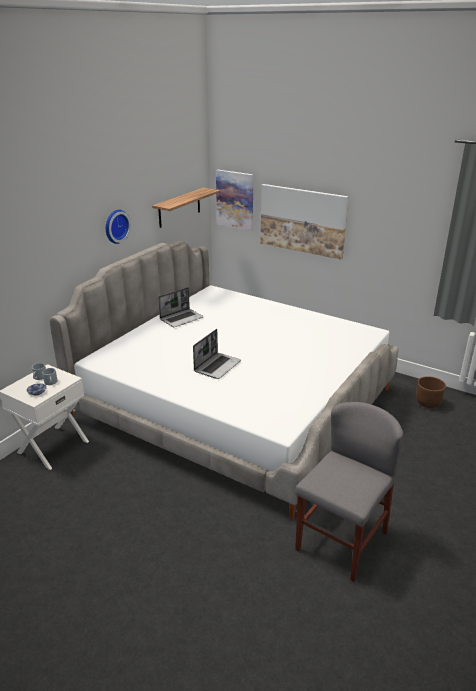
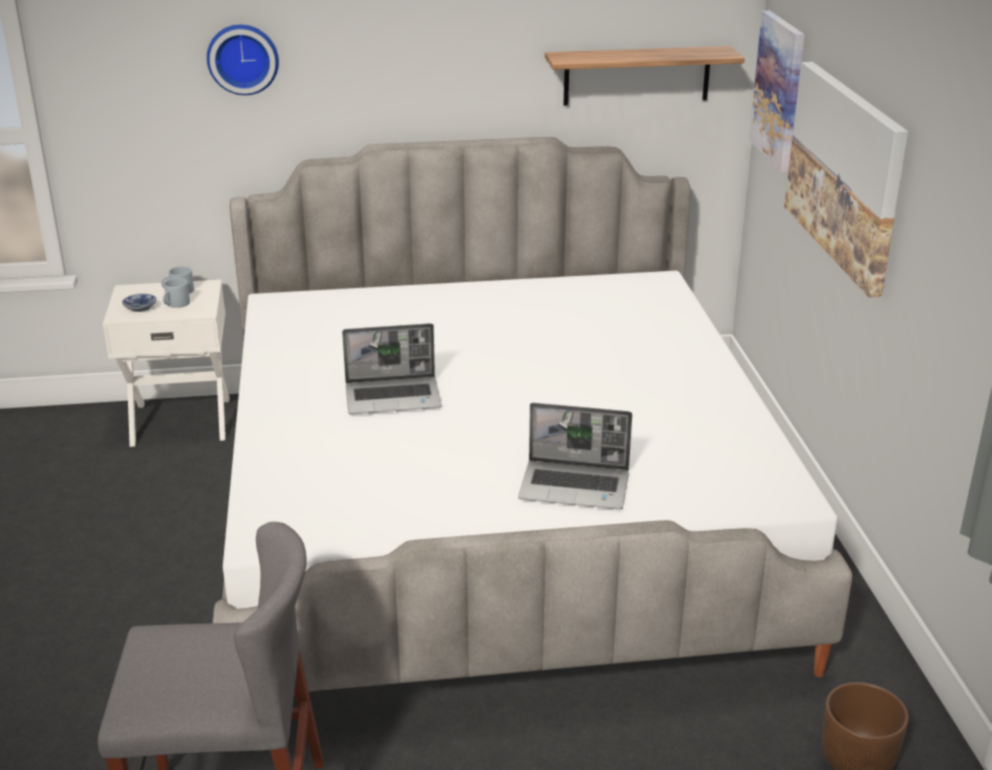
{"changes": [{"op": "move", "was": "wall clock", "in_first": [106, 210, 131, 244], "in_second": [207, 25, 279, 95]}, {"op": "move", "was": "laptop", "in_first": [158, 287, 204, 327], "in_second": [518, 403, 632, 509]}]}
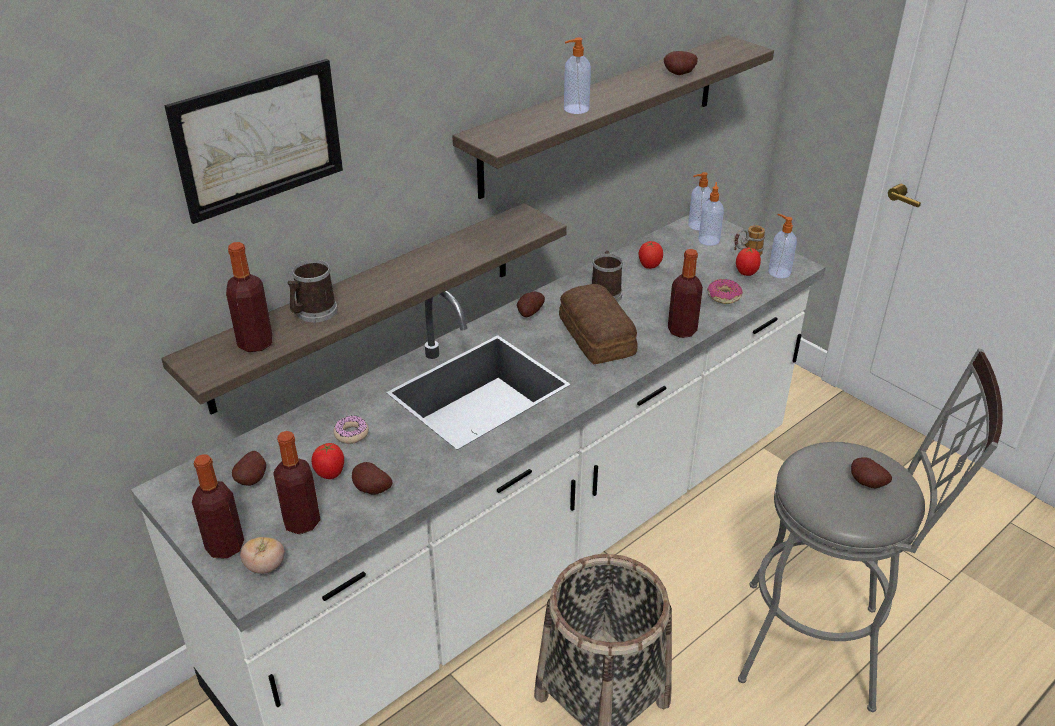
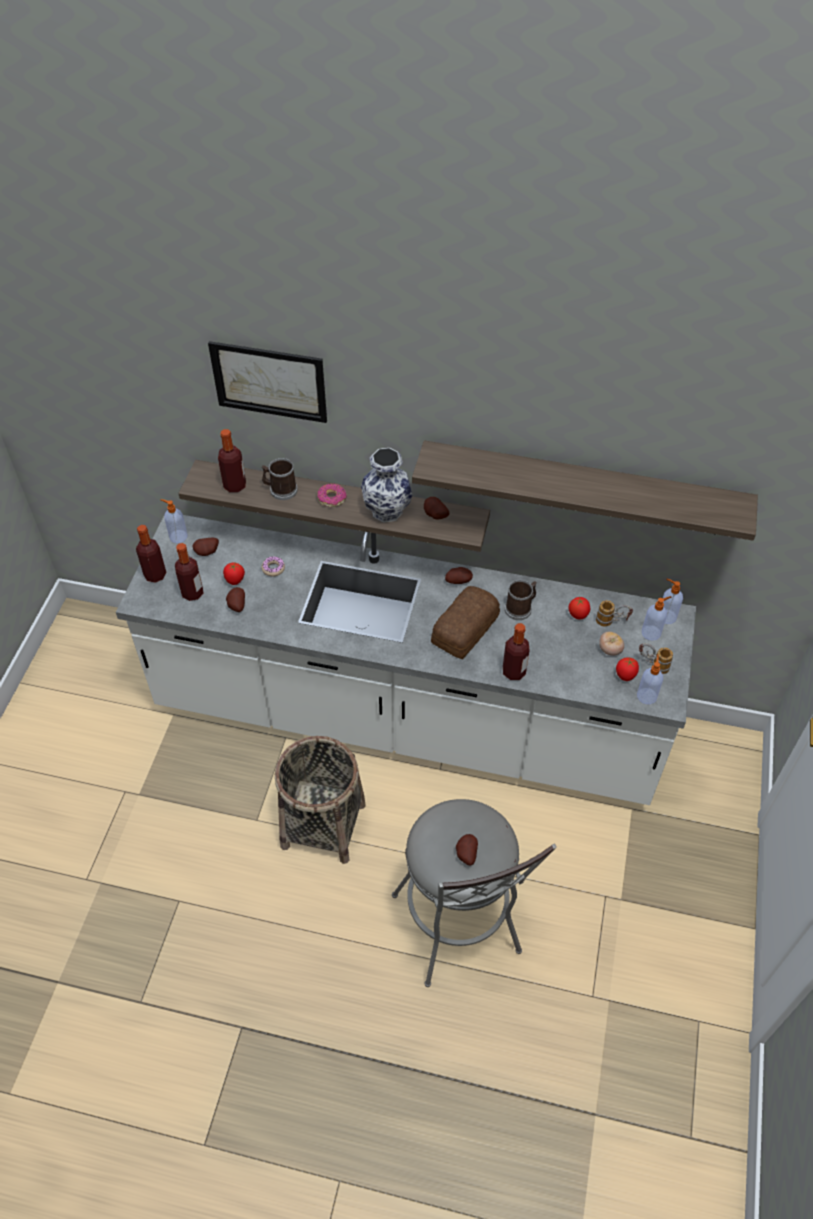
{"changes": [{"op": "move", "was": "fresh tomato", "in_first": [240, 537, 285, 574], "in_second": [599, 632, 624, 656]}, {"op": "move", "was": "soap bottle", "in_first": [564, 37, 591, 114], "in_second": [160, 499, 187, 543]}, {"op": "move", "was": "potato", "in_first": [664, 51, 698, 75], "in_second": [424, 497, 449, 520]}, {"op": "move", "was": "doughnut", "in_first": [707, 279, 743, 304], "in_second": [317, 483, 346, 507]}, {"op": "insert", "now": "flower vase", "in_second": [361, 448, 413, 522]}, {"op": "insert", "now": "mug", "in_second": [596, 600, 633, 627]}]}
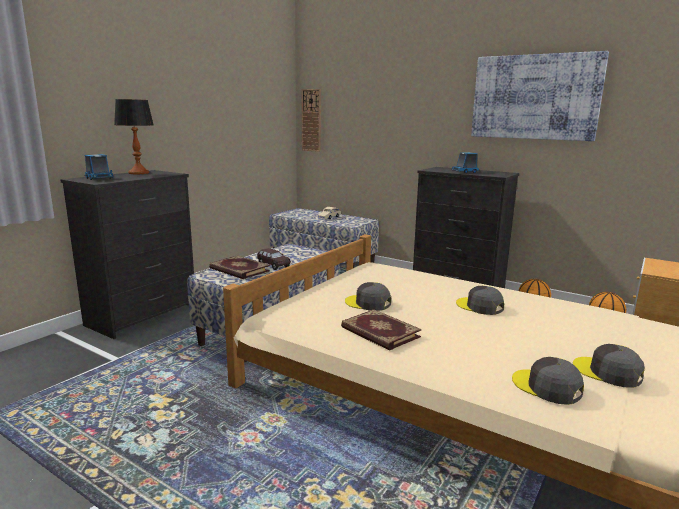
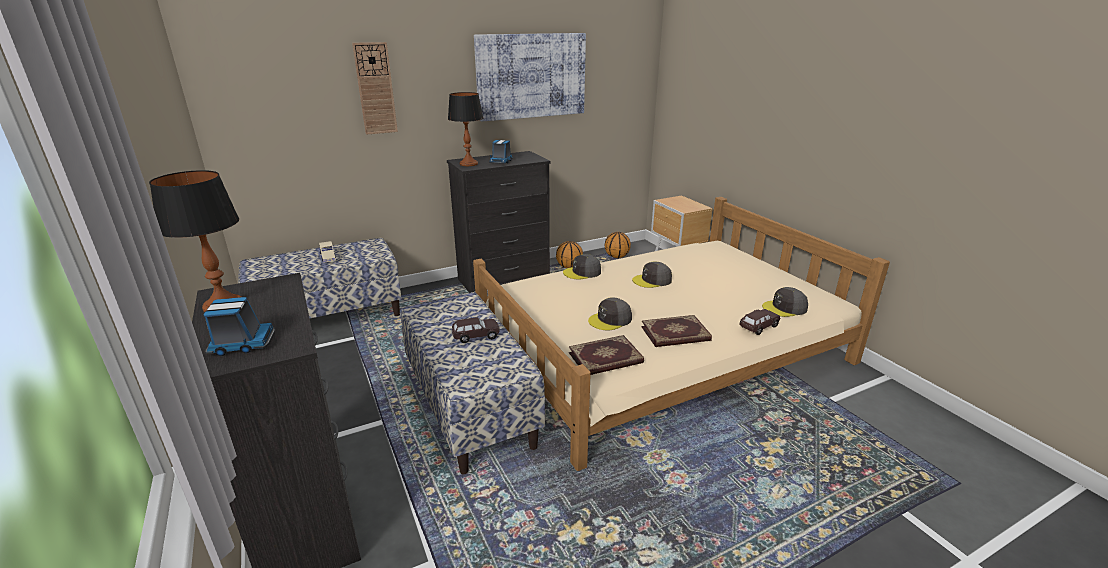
{"changes": [{"op": "move", "was": "volume", "in_first": [209, 255, 270, 279], "in_second": [569, 335, 644, 375]}, {"op": "move", "was": "wall clock", "in_first": [302, 89, 321, 152], "in_second": [352, 42, 398, 135]}, {"op": "move", "was": "cap in gray", "in_first": [573, 344, 645, 388], "in_second": [563, 254, 601, 280]}, {"op": "insert", "now": "tabletop lamp", "in_second": [448, 92, 483, 166]}, {"op": "insert", "now": "miniature car in brownish", "in_second": [739, 309, 780, 335]}]}
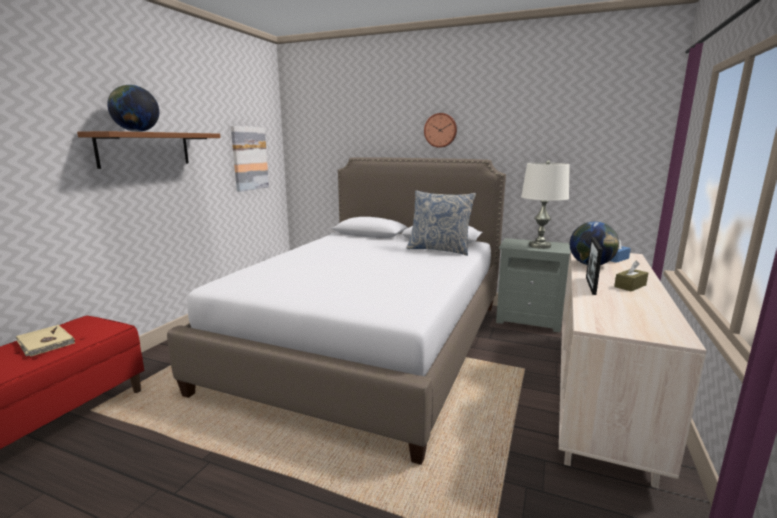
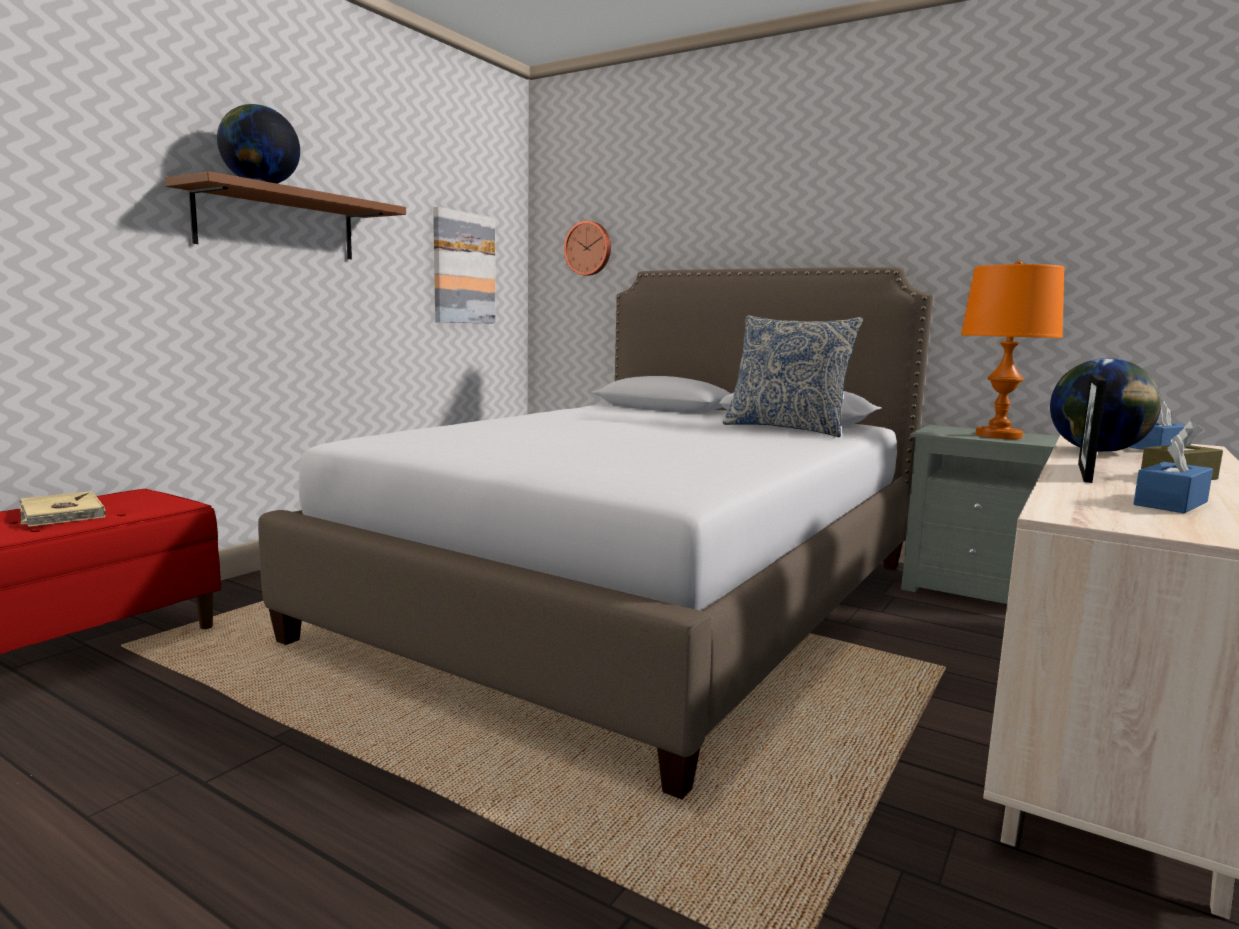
{"changes": [{"op": "move", "was": "wall clock", "in_first": [424, 113, 457, 148], "in_second": [564, 221, 611, 276]}, {"op": "recolor", "was": "tabletop lamp in white", "now": "tabletop lamp in orange-coloured", "in_first": [521, 160, 570, 249], "in_second": [961, 261, 1064, 439]}, {"op": "insert", "now": "tissue box in bluish", "in_second": [1133, 435, 1213, 513]}]}
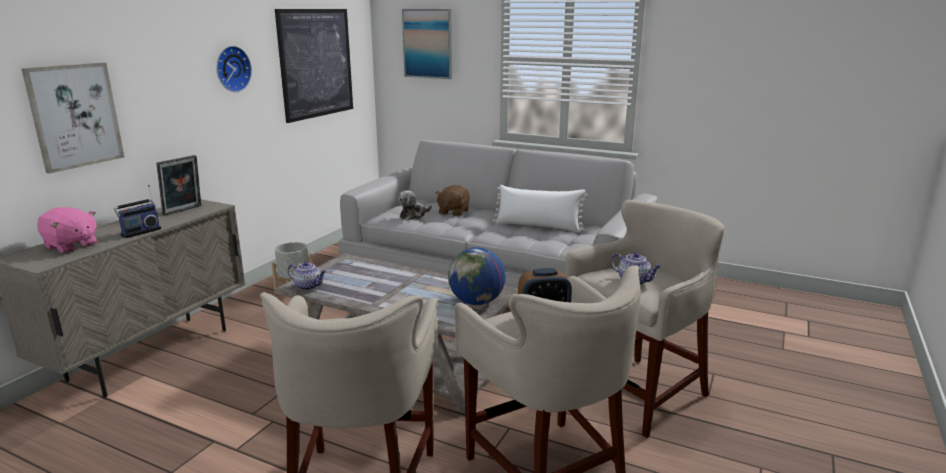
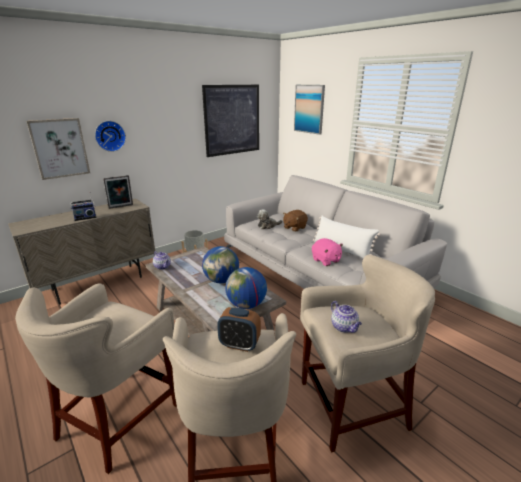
{"changes": [{"op": "move", "was": "soft toy in pink", "in_first": [37, 207, 97, 253], "in_second": [312, 238, 343, 266]}, {"op": "move", "was": "wall clock", "in_first": [217, 46, 252, 92], "in_second": [95, 121, 126, 152]}, {"op": "insert", "now": "world globe", "in_second": [202, 246, 239, 283]}]}
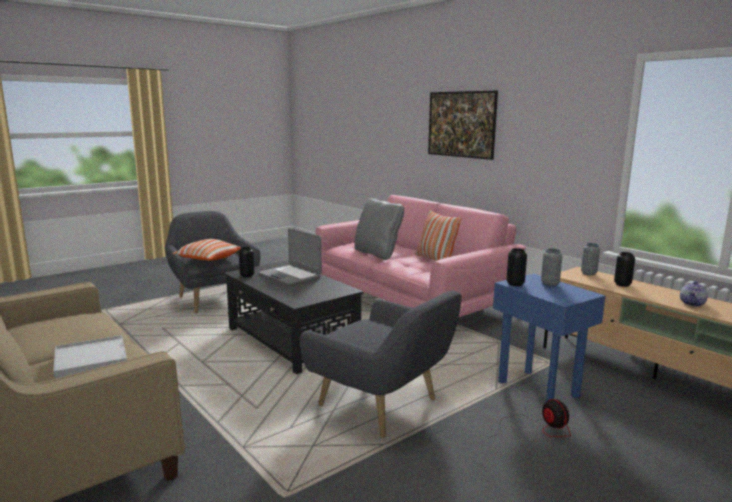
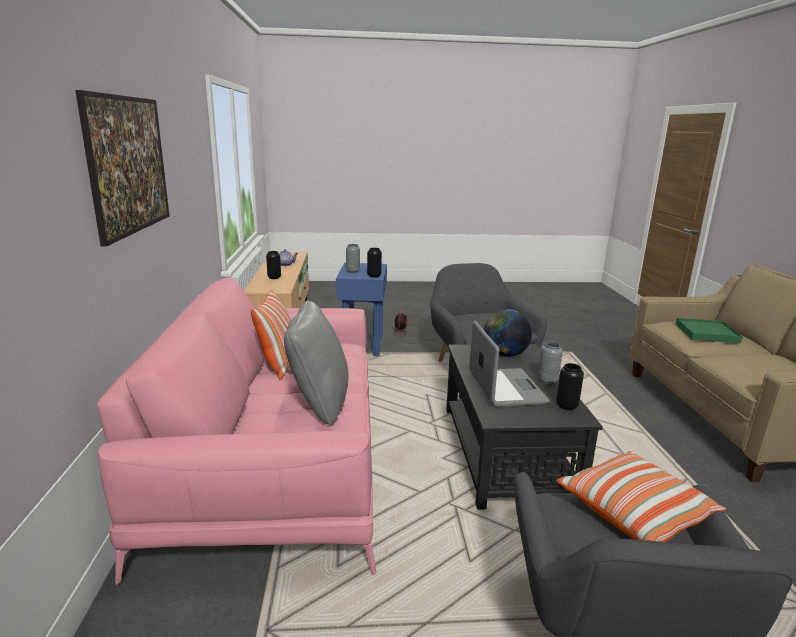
{"changes": [{"op": "recolor", "was": "tray in white", "now": "tray in greenish", "in_first": [53, 335, 127, 379], "in_second": [676, 318, 743, 343]}, {"op": "move", "was": "flower vase in gray", "in_first": [581, 243, 600, 275], "in_second": [538, 342, 563, 384]}, {"op": "insert", "now": "world globe", "in_second": [484, 309, 532, 357]}]}
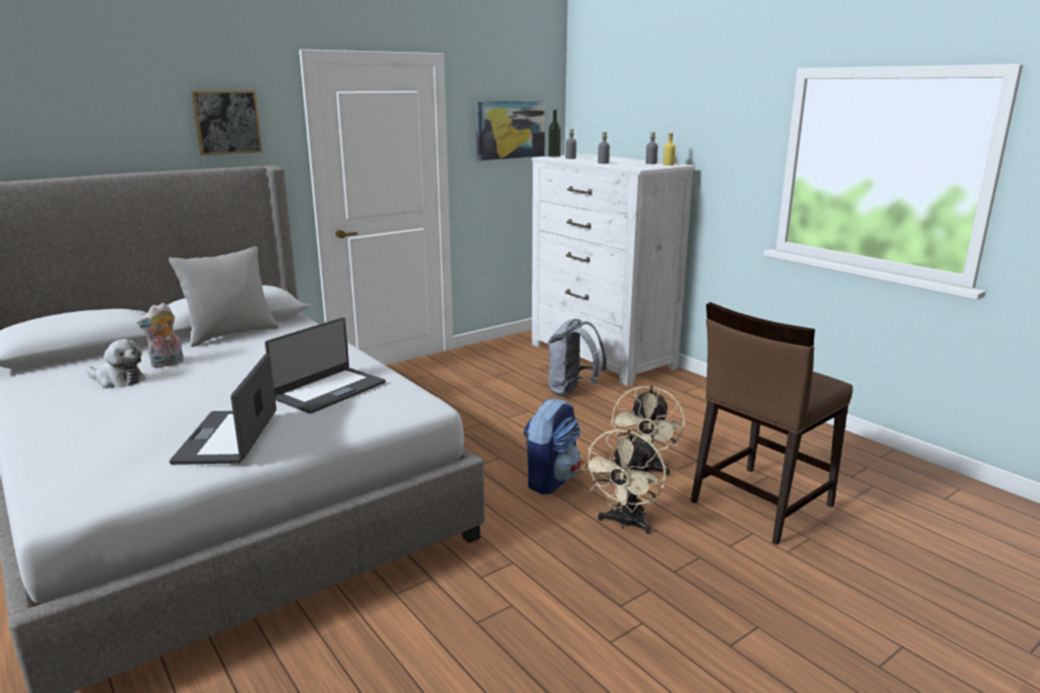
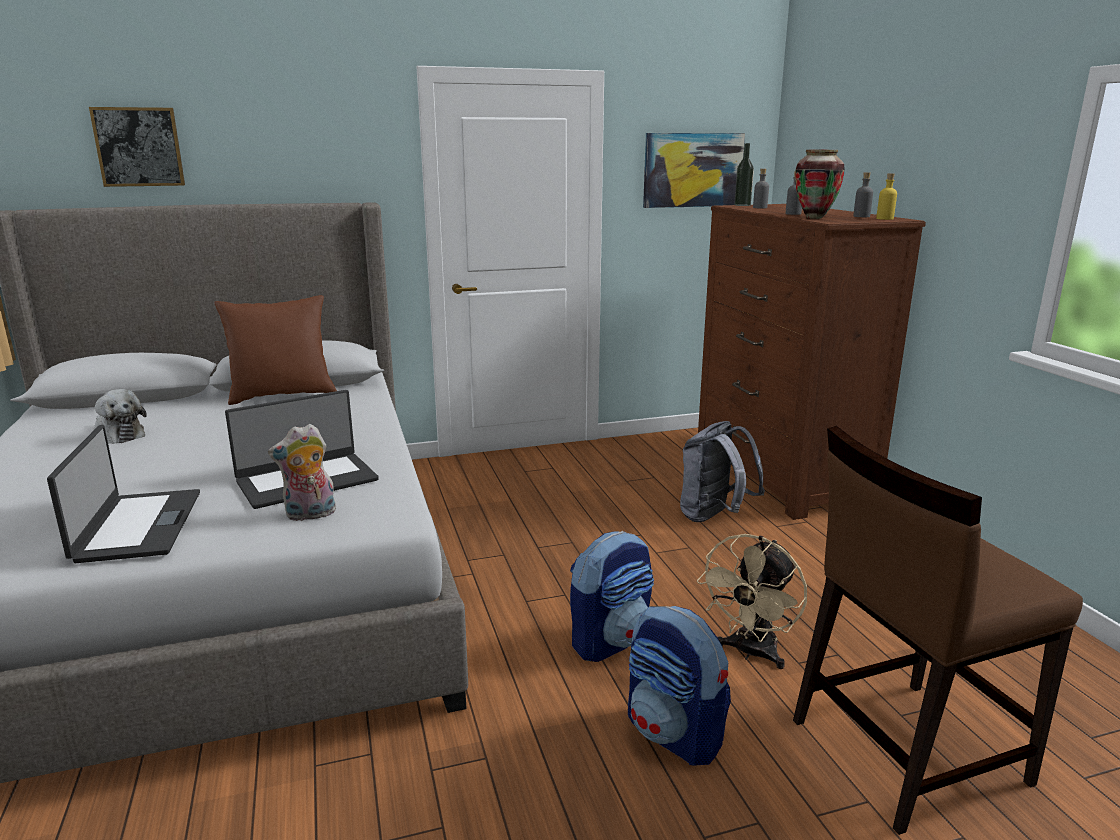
{"changes": [{"op": "move", "was": "soft toy", "in_first": [137, 303, 184, 368], "in_second": [268, 424, 336, 521]}, {"op": "recolor", "was": "pillow in gray", "now": "pillow in brownish", "in_first": [169, 247, 279, 347], "in_second": [215, 295, 337, 405]}, {"op": "rotate", "was": "laptop", "in_first": [169, 353, 277, 465], "in_second": [47, 425, 200, 563], "clockwise": 150}, {"op": "move", "was": "wall art", "in_first": [192, 90, 262, 155], "in_second": [89, 107, 185, 187]}, {"op": "recolor", "was": "drawer chest in white", "now": "drawer chest in brownish", "in_first": [532, 154, 695, 385], "in_second": [698, 204, 926, 520]}, {"op": "replace", "was": "cooling fan in sand-coloured", "now": "rucksack", "in_first": [581, 429, 666, 534], "in_second": [628, 606, 731, 766]}, {"op": "insert", "now": "flower vase", "in_second": [795, 150, 845, 219]}]}
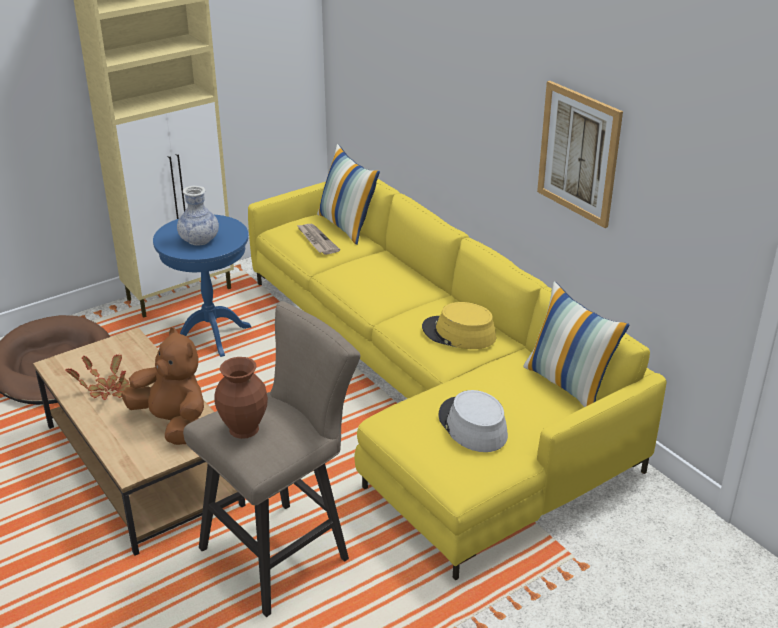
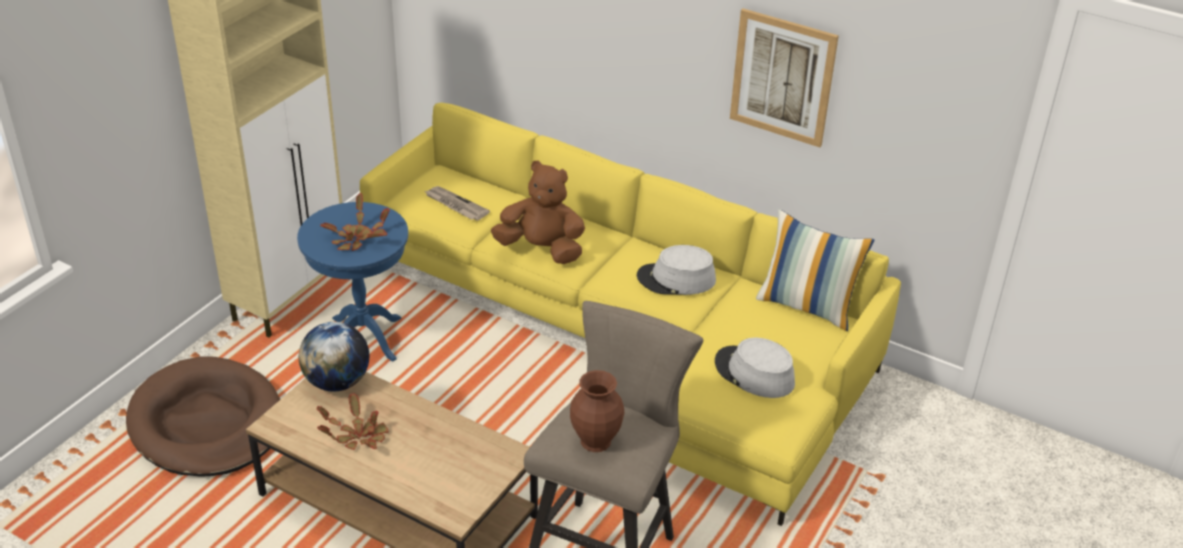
{"changes": [{"op": "move", "was": "soft toy in brownish", "in_first": [121, 327, 204, 445], "in_second": [491, 161, 585, 264]}, {"op": "replace", "was": "flower vase", "now": "plant in a pot", "in_first": [177, 185, 219, 246], "in_second": [320, 193, 390, 251]}, {"op": "delete", "was": "pillow", "in_first": [317, 144, 380, 245]}, {"op": "recolor", "was": "clothing hat in yellow-coloured", "now": "clothing hat in gray", "in_first": [422, 302, 496, 349], "in_second": [637, 245, 716, 295]}, {"op": "insert", "now": "world globe", "in_second": [299, 322, 369, 392]}]}
